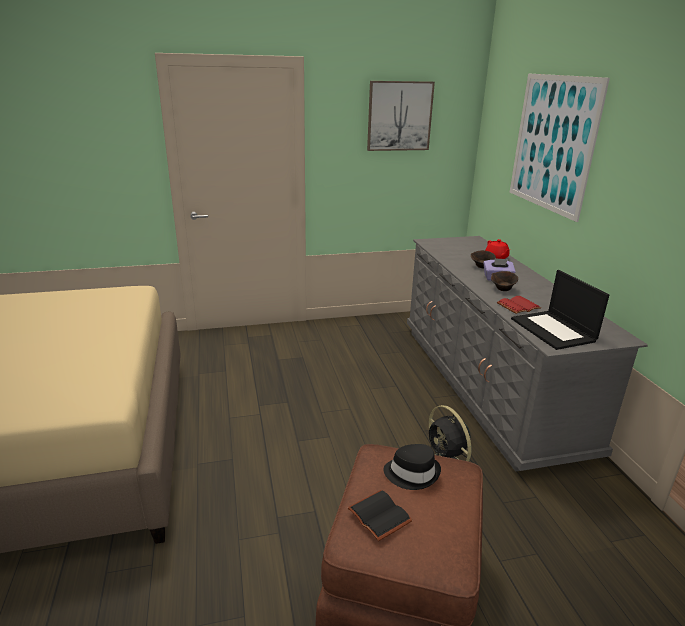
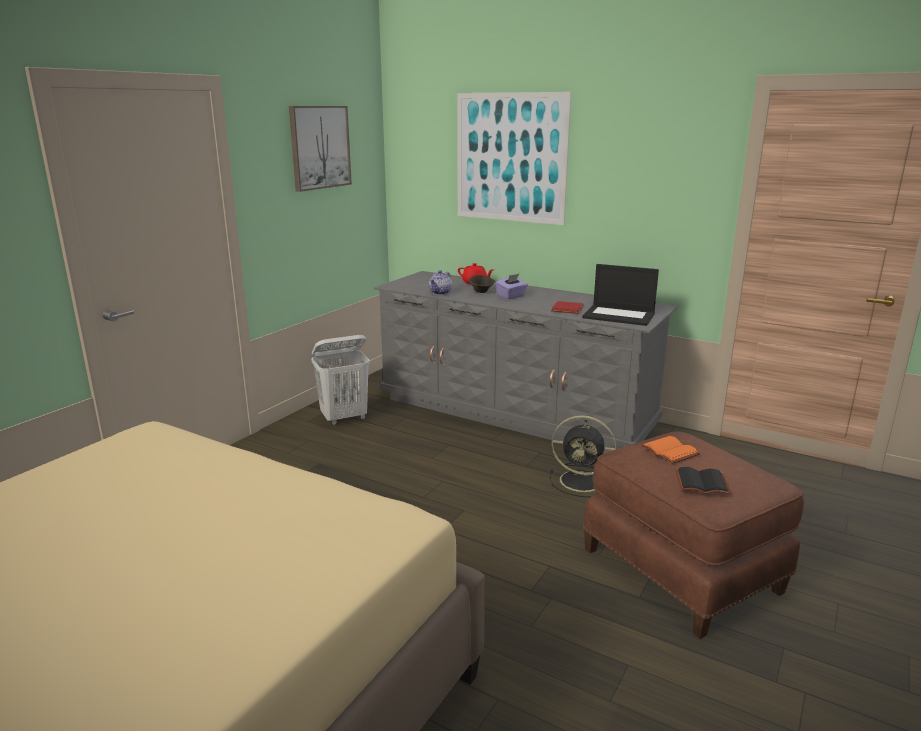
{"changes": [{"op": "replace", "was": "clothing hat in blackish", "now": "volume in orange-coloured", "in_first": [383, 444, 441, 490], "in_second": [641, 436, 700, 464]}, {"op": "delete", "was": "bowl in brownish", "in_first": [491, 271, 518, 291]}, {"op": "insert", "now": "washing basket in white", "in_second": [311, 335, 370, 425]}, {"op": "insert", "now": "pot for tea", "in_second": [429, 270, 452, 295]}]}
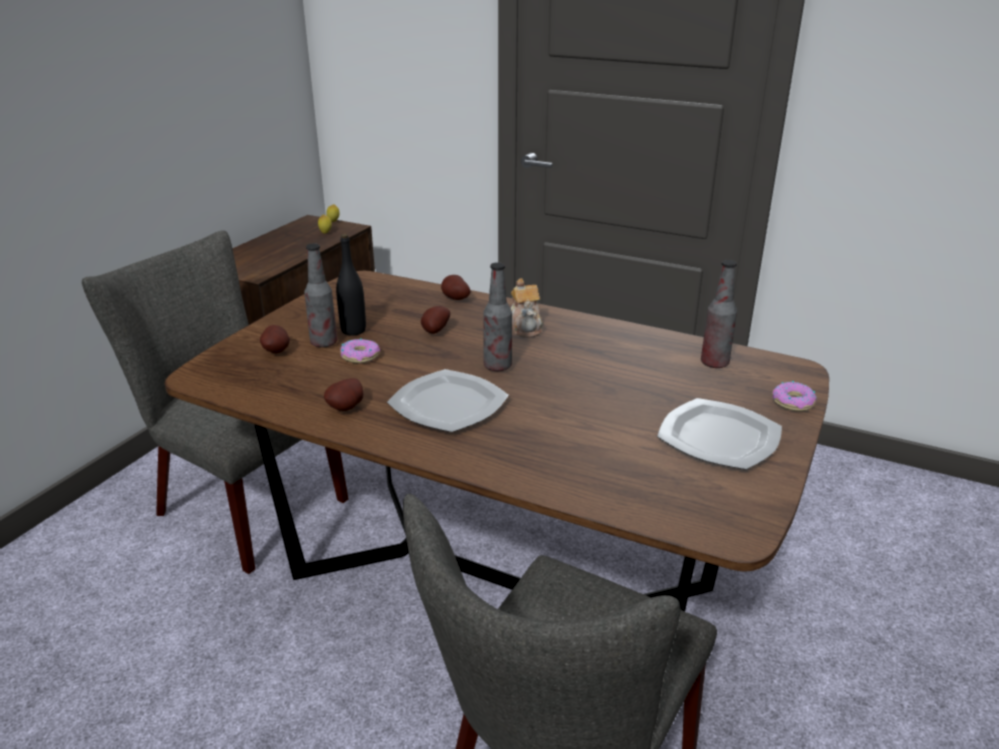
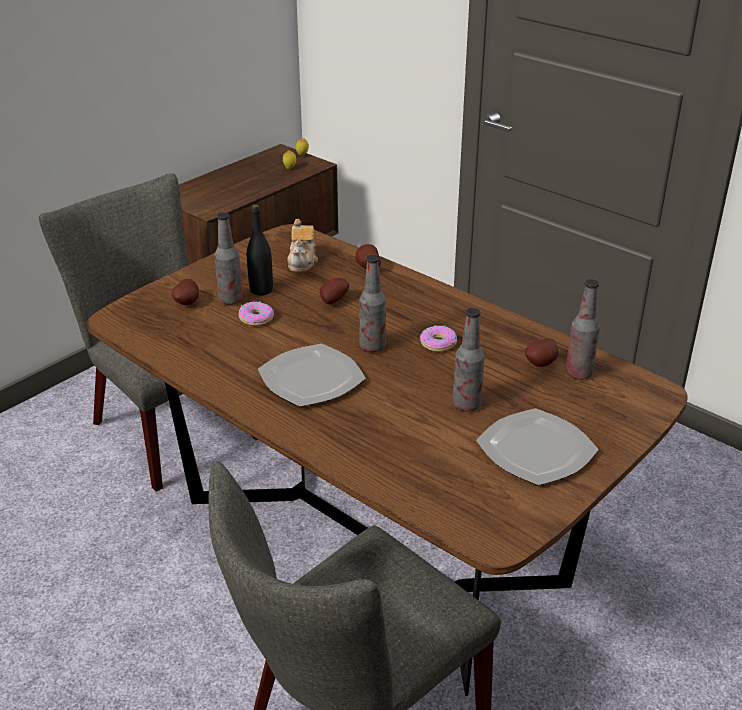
{"changes": [{"op": "move", "was": "potato", "in_first": [324, 378, 363, 411], "in_second": [525, 339, 558, 367]}, {"op": "move", "was": "pot for tea", "in_first": [511, 278, 543, 338], "in_second": [288, 219, 318, 272]}, {"op": "move", "was": "doughnut", "in_first": [772, 381, 817, 411], "in_second": [420, 325, 457, 352]}, {"op": "insert", "now": "beverage bottle", "in_second": [453, 308, 485, 412]}]}
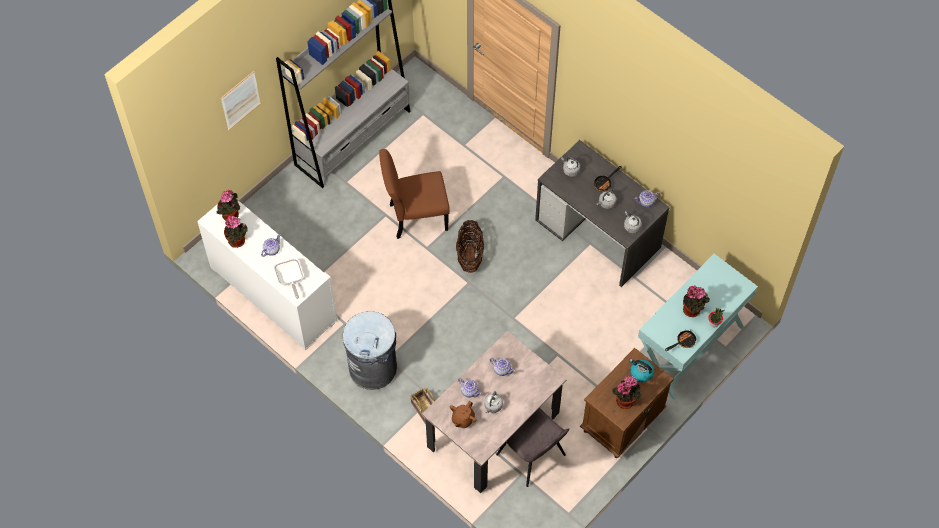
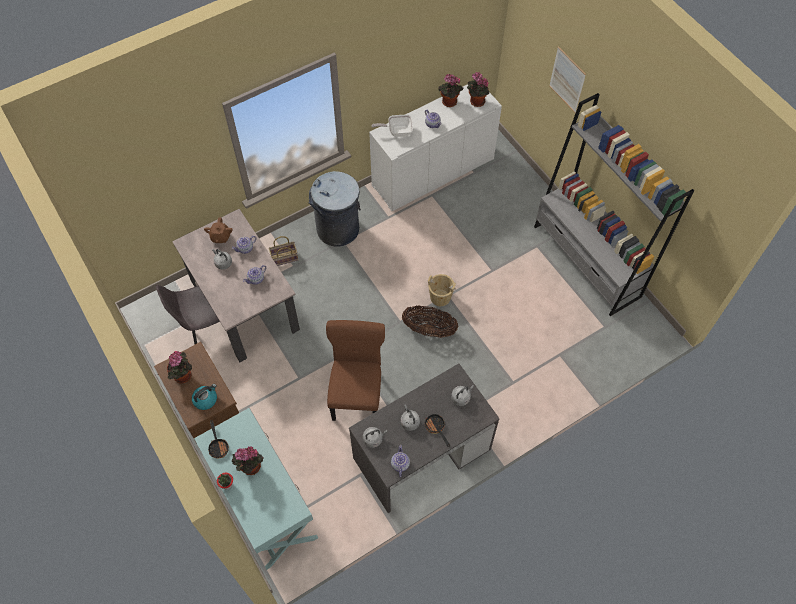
{"changes": [{"op": "move", "was": "chair in brownish", "in_first": [379, 149, 450, 239], "in_second": [326, 320, 385, 421]}, {"op": "rotate", "was": "pot for tea in brownish", "in_first": [450, 401, 477, 428], "in_second": [204, 217, 233, 243], "clockwise": -135}, {"op": "insert", "now": "bucket in sand-coloured", "in_second": [428, 274, 456, 306]}]}
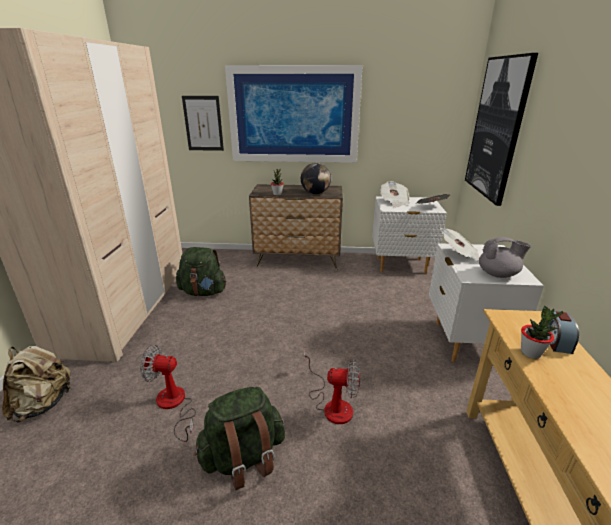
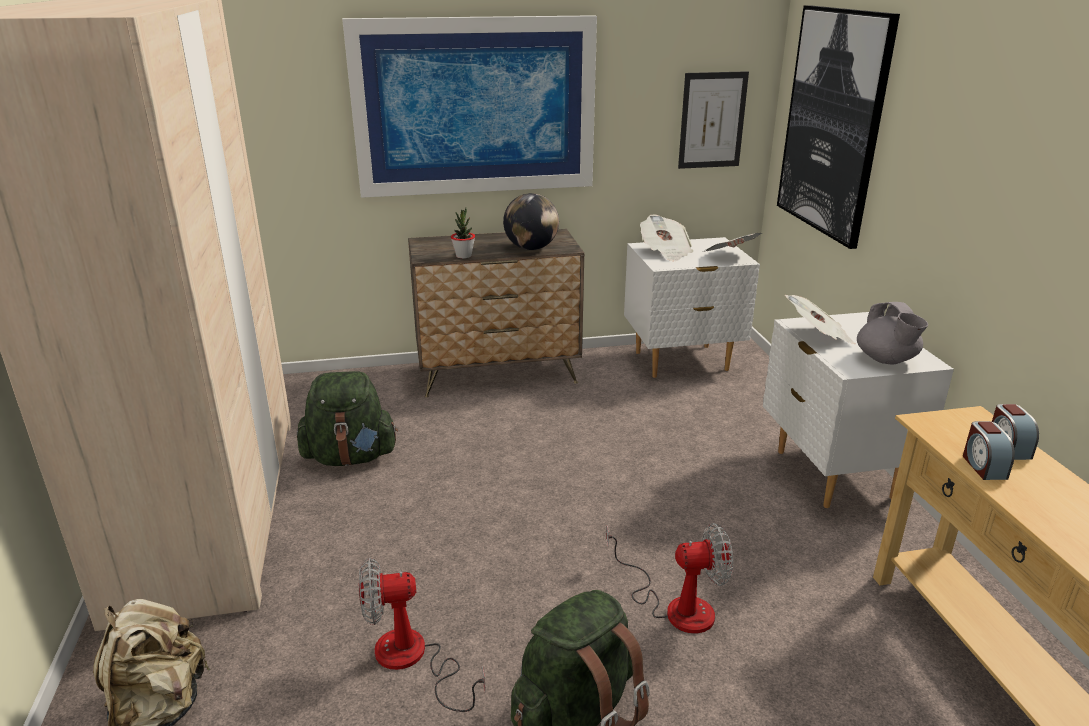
{"changes": [{"op": "move", "was": "wall art", "in_first": [182, 96, 224, 151], "in_second": [678, 71, 749, 169]}, {"op": "rotate", "was": "pot for tea in gray", "in_first": [479, 237, 531, 278], "in_second": [857, 302, 928, 364], "clockwise": 90}, {"op": "replace", "was": "plant in a pot", "now": "table clock", "in_first": [521, 306, 563, 359], "in_second": [963, 421, 1015, 480]}]}
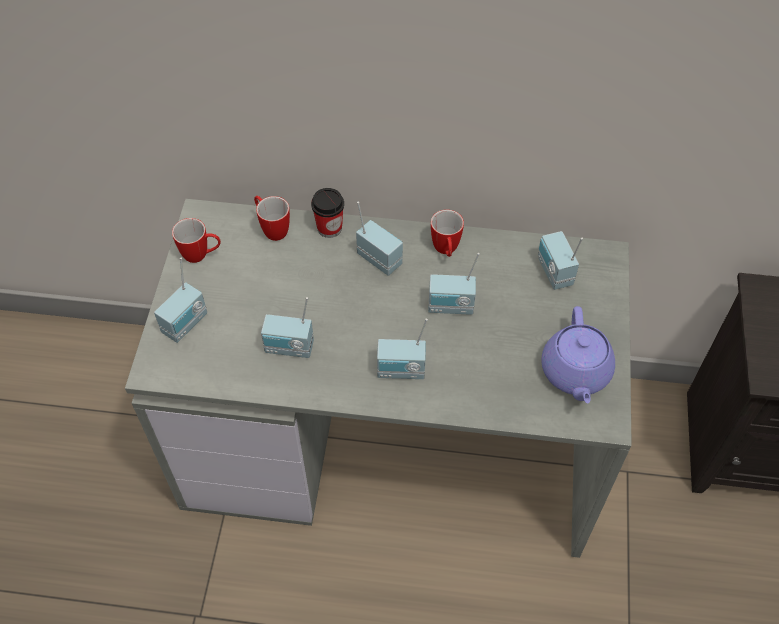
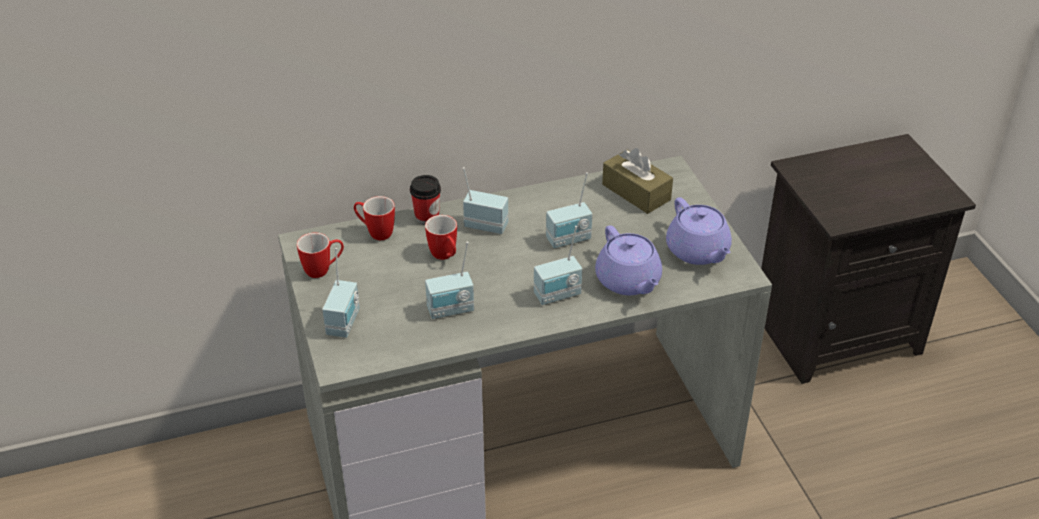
{"changes": [{"op": "move", "was": "mug", "in_first": [431, 210, 464, 257], "in_second": [425, 215, 457, 260]}, {"op": "replace", "was": "radio receiver", "now": "tissue box in brownish", "in_first": [538, 231, 583, 290], "in_second": [602, 148, 673, 214]}, {"op": "insert", "now": "pot for tea in purple-coloured", "in_second": [595, 225, 662, 295]}]}
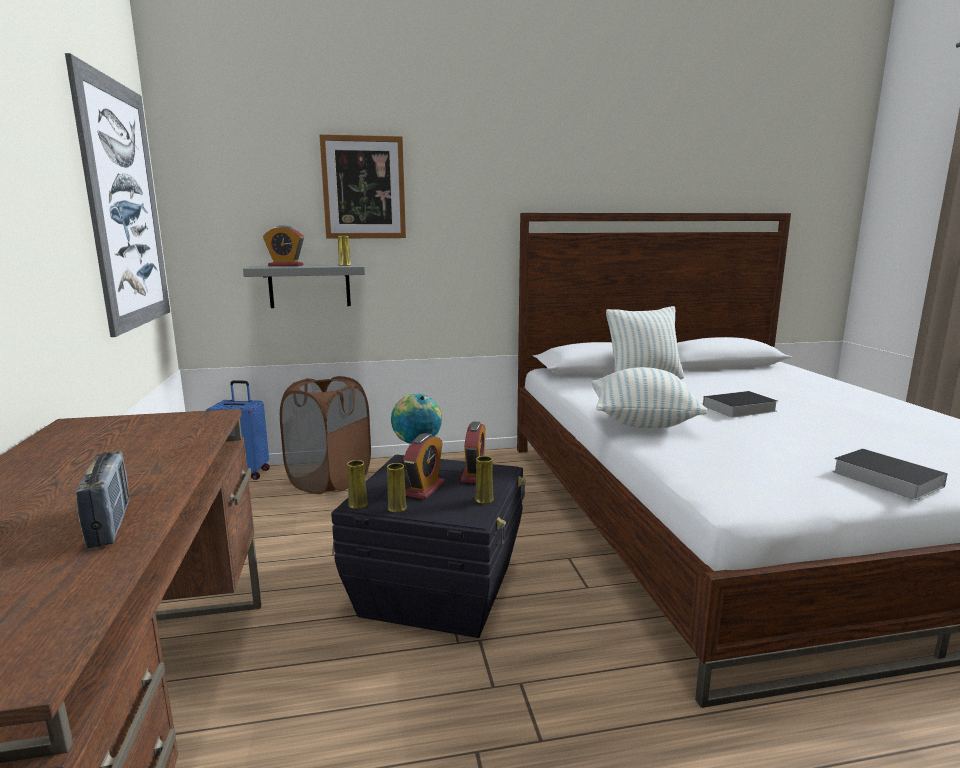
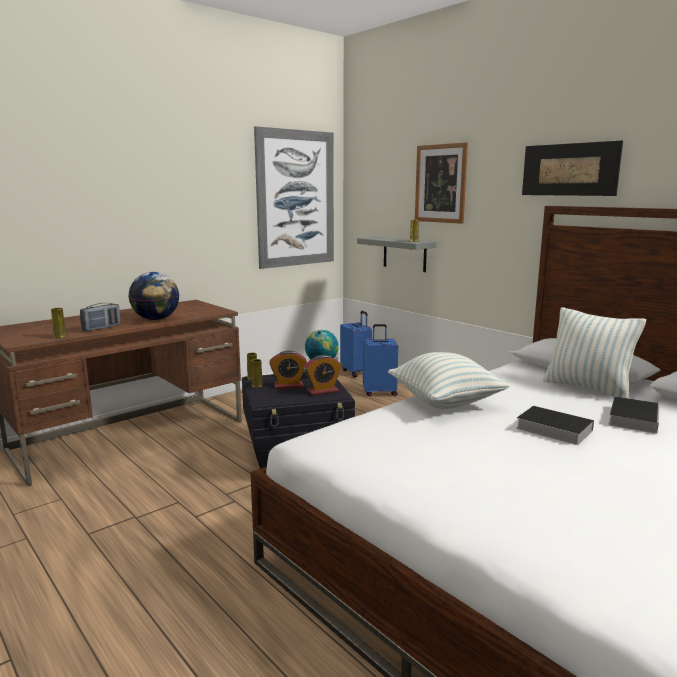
{"changes": [{"op": "delete", "was": "table clock", "in_first": [263, 226, 304, 266]}, {"op": "replace", "was": "washing basket in brownish", "now": "piece of luggage in bluish", "in_first": [280, 376, 371, 494], "in_second": [363, 324, 398, 397]}, {"op": "move", "was": "flower vase in yellow-coloured", "in_first": [475, 456, 494, 504], "in_second": [51, 308, 67, 338]}, {"op": "move", "was": "volume", "in_first": [832, 449, 948, 500], "in_second": [608, 396, 660, 434]}, {"op": "insert", "now": "world globe", "in_second": [128, 272, 179, 320]}, {"op": "insert", "now": "wall art", "in_second": [522, 141, 623, 196]}]}
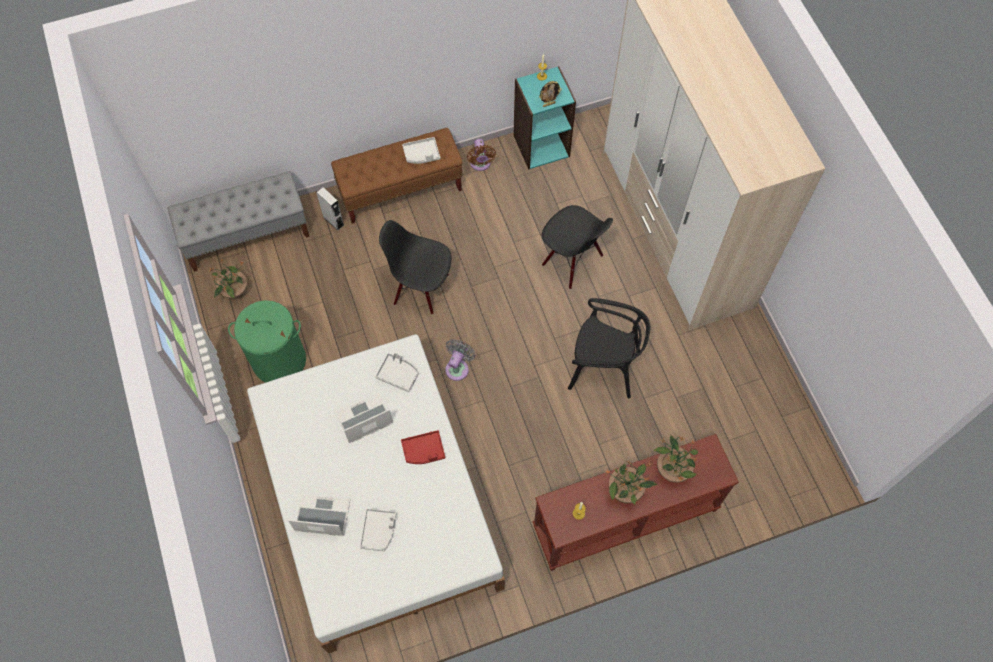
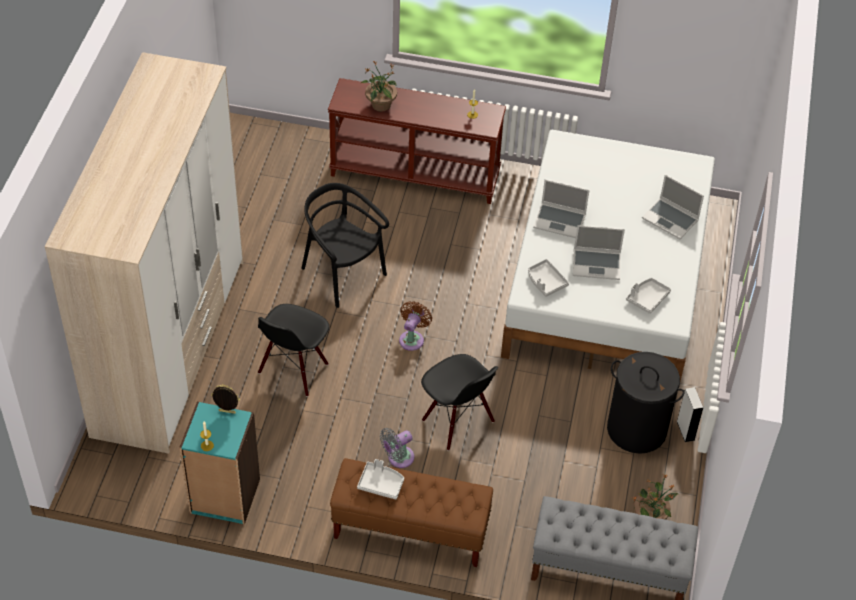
{"changes": [{"op": "recolor", "was": "washing basket in greenish", "now": "washing basket in blackish", "in_first": [228, 300, 306, 383], "in_second": [607, 352, 685, 454]}, {"op": "move", "was": "loudspeaker in gray", "in_first": [316, 187, 344, 231], "in_second": [677, 387, 704, 442]}, {"op": "move", "was": "tray in gray", "in_first": [360, 509, 396, 551], "in_second": [626, 278, 671, 314]}, {"op": "replace", "was": "tray in red", "now": "laptop", "in_first": [401, 430, 445, 464], "in_second": [533, 179, 589, 238]}, {"op": "move", "was": "cooling fan in gray", "in_first": [445, 339, 475, 381], "in_second": [380, 428, 414, 468]}, {"op": "move", "was": "cooling fan in brownish", "in_first": [467, 139, 496, 171], "in_second": [399, 301, 432, 351]}, {"op": "rotate", "was": "chair in blackish", "in_first": [542, 205, 613, 289], "in_second": [258, 304, 329, 397], "clockwise": -135}, {"op": "delete", "was": "plant in a pot", "in_first": [605, 461, 657, 505]}]}
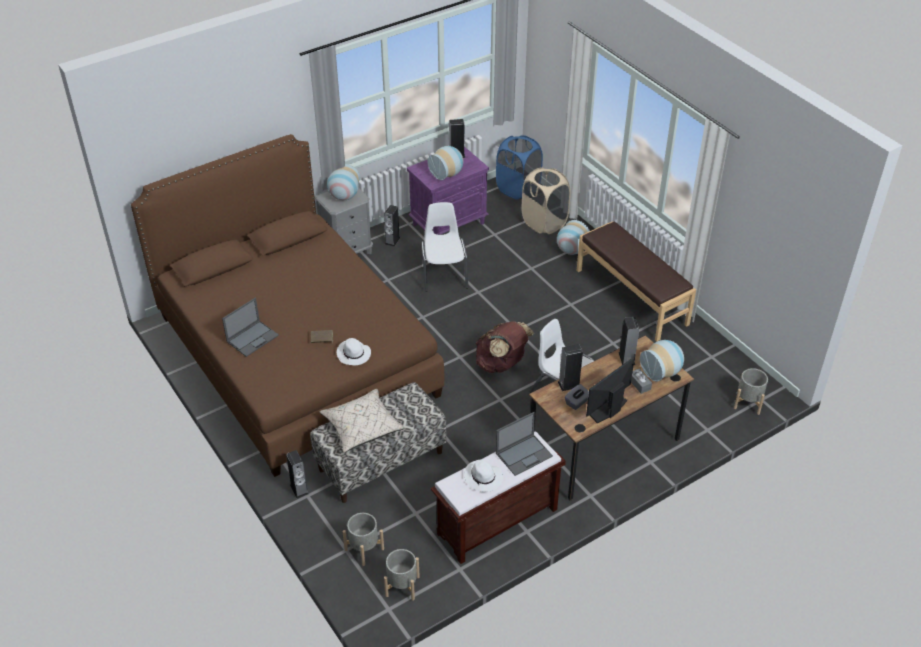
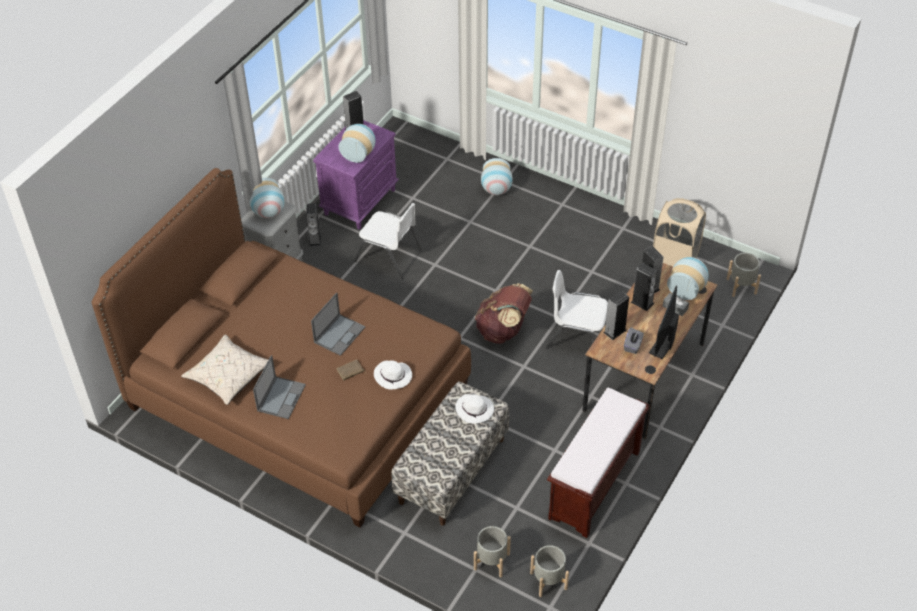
{"changes": [{"op": "move", "was": "loudspeaker", "in_first": [286, 450, 309, 499], "in_second": [631, 263, 657, 311]}, {"op": "move", "was": "pillow in sand-coloured", "in_first": [319, 389, 405, 452], "in_second": [181, 334, 268, 405]}, {"op": "rotate", "was": "chair in white", "in_first": [421, 202, 468, 292], "in_second": [354, 203, 423, 279], "clockwise": 150}, {"op": "move", "was": "clothing hat in white", "in_first": [464, 460, 503, 492], "in_second": [455, 394, 494, 423]}, {"op": "delete", "was": "washing basket in bluish", "in_first": [496, 135, 543, 200]}, {"op": "move", "was": "laptop", "in_first": [496, 411, 553, 476], "in_second": [311, 292, 365, 356]}, {"op": "move", "was": "washing basket in sand-coloured", "in_first": [522, 167, 570, 234], "in_second": [653, 198, 706, 267]}, {"op": "delete", "was": "indoor bench in brownish", "in_first": [577, 221, 696, 342]}]}
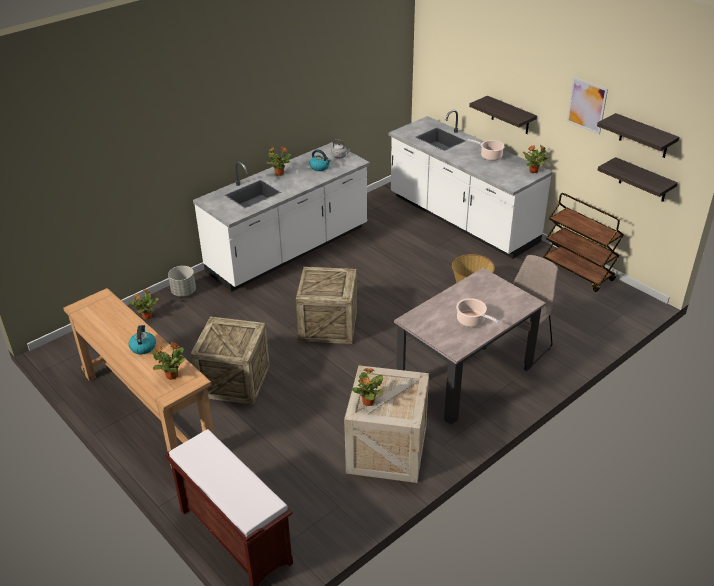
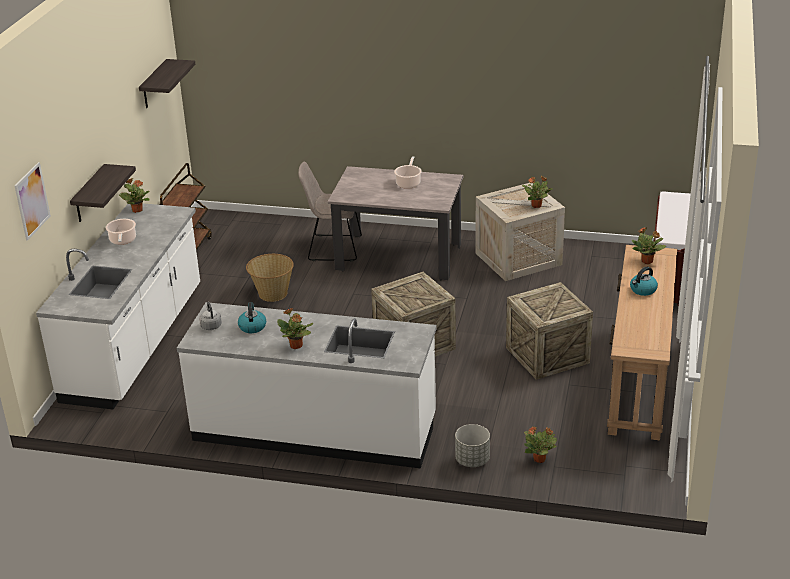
{"changes": [{"op": "move", "was": "wall art", "in_first": [567, 77, 608, 135], "in_second": [15, 162, 51, 241]}, {"op": "delete", "was": "wall shelf", "in_first": [597, 157, 678, 202]}]}
